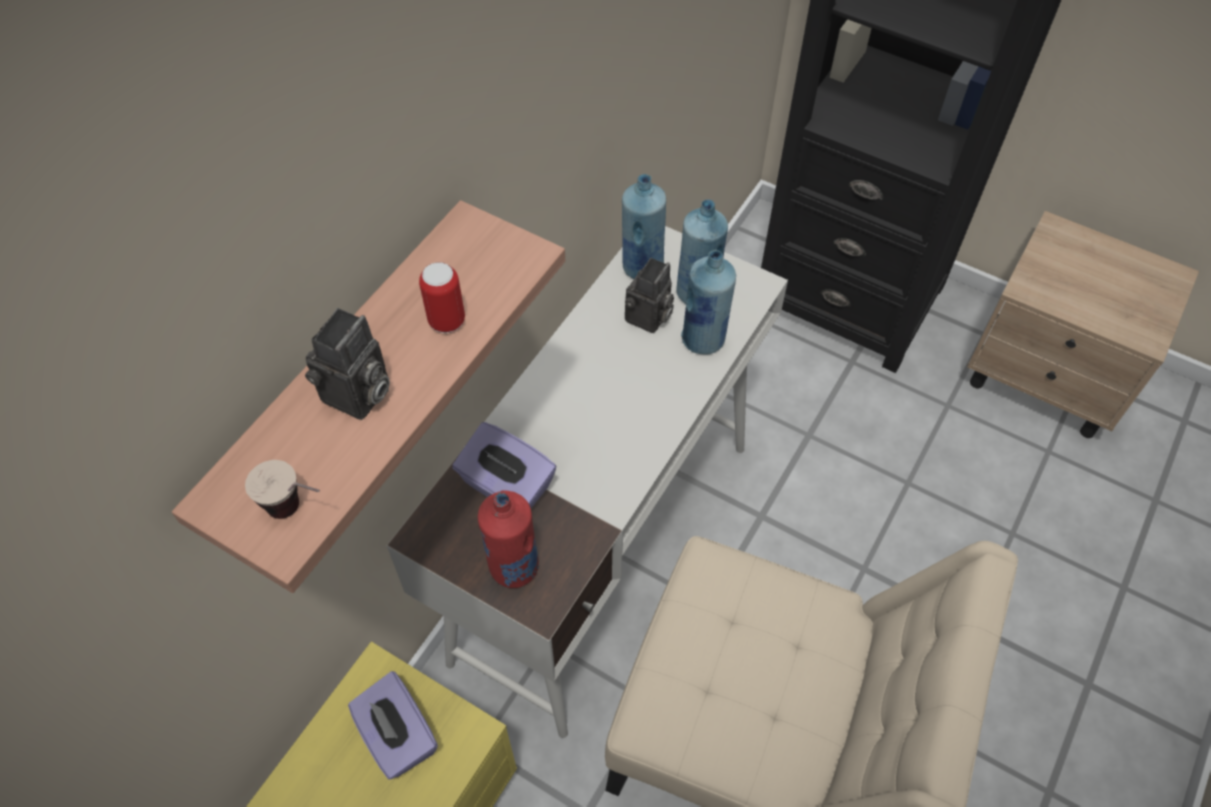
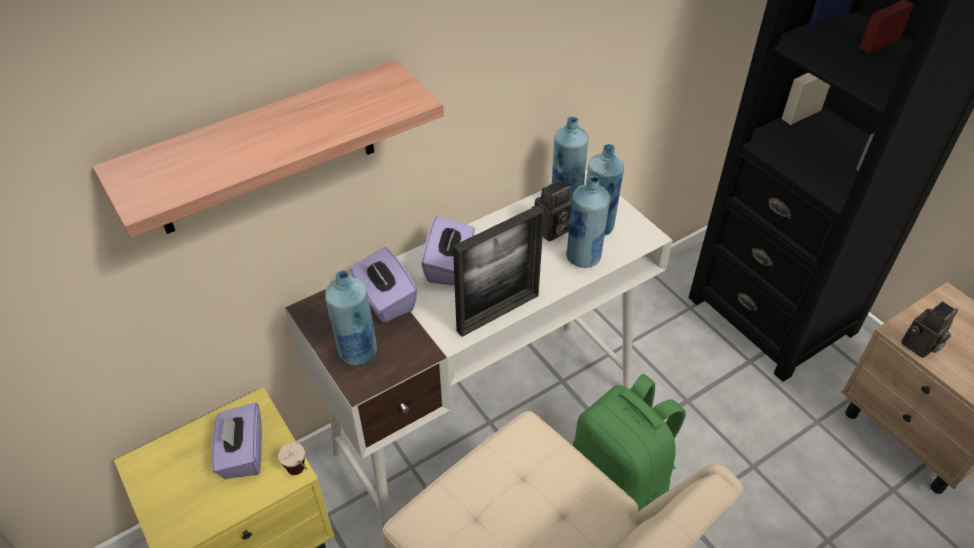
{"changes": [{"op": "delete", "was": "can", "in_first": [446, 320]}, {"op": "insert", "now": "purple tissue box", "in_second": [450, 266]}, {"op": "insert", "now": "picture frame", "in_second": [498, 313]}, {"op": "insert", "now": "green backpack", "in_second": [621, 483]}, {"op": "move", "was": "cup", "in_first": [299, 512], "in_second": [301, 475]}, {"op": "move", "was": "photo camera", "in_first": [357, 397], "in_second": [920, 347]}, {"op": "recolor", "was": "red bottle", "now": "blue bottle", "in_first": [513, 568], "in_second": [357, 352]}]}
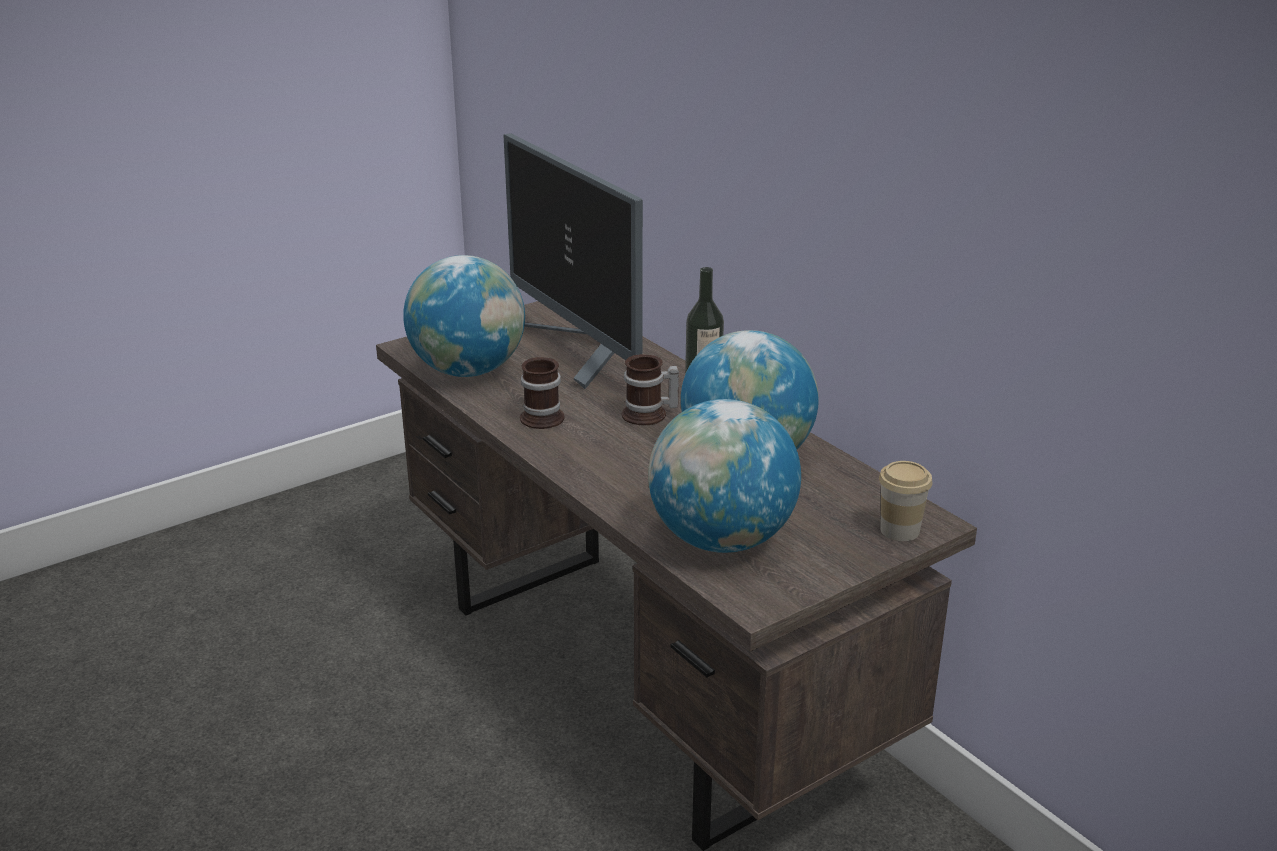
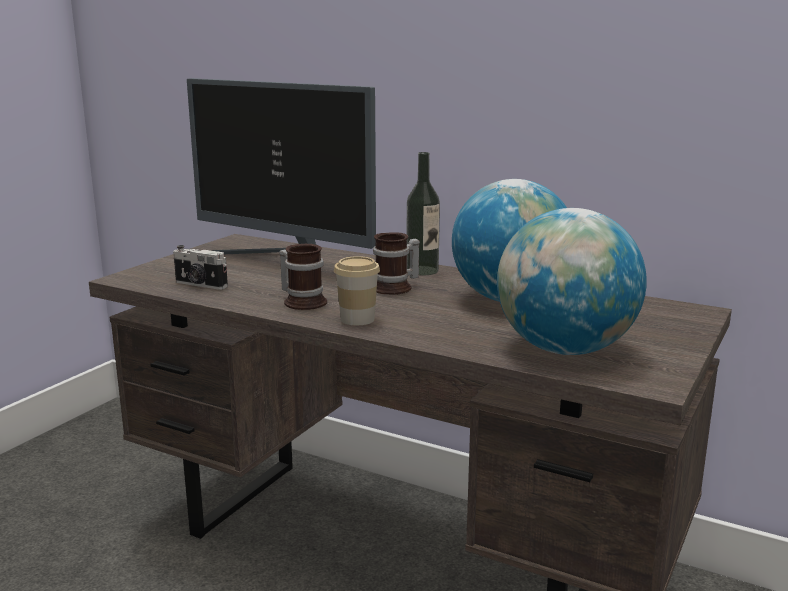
{"changes": [{"op": "move", "was": "cup", "in_first": [899, 530], "in_second": [357, 319]}, {"op": "replace", "was": "globe", "now": "photo camera", "in_first": [468, 371], "in_second": [200, 285]}]}
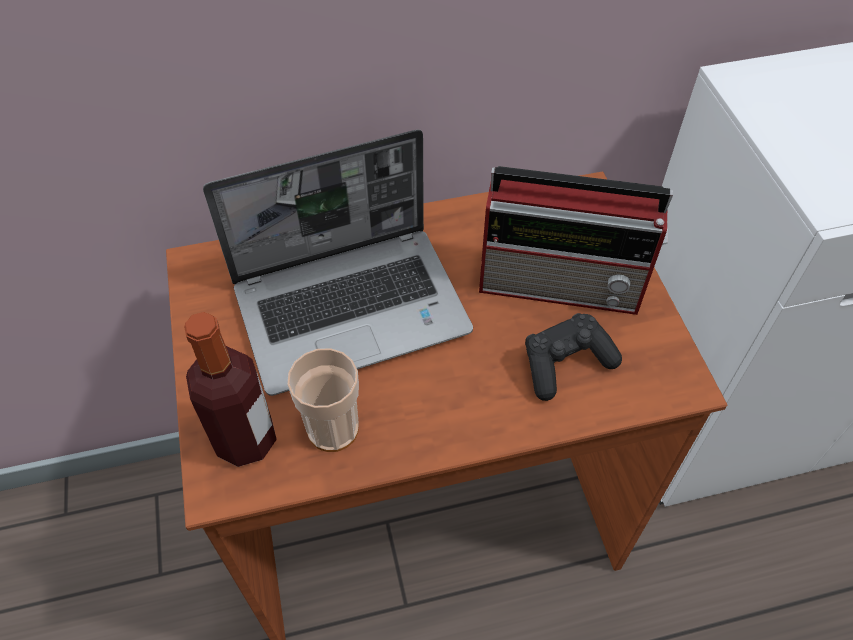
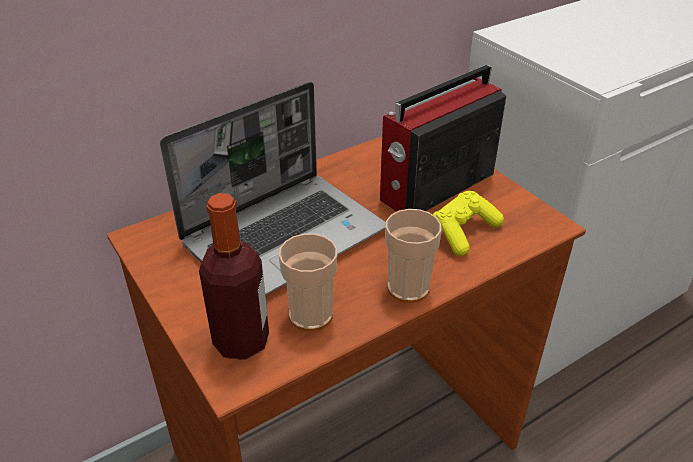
{"changes": [{"op": "insert", "now": "cup", "in_second": [408, 288]}, {"op": "recolor", "was": "black game controller", "now": "yellow game controller", "in_first": [565, 364], "in_second": [463, 232]}, {"op": "rotate", "was": "radio", "in_first": [563, 284], "in_second": [435, 187], "clockwise": 150}]}
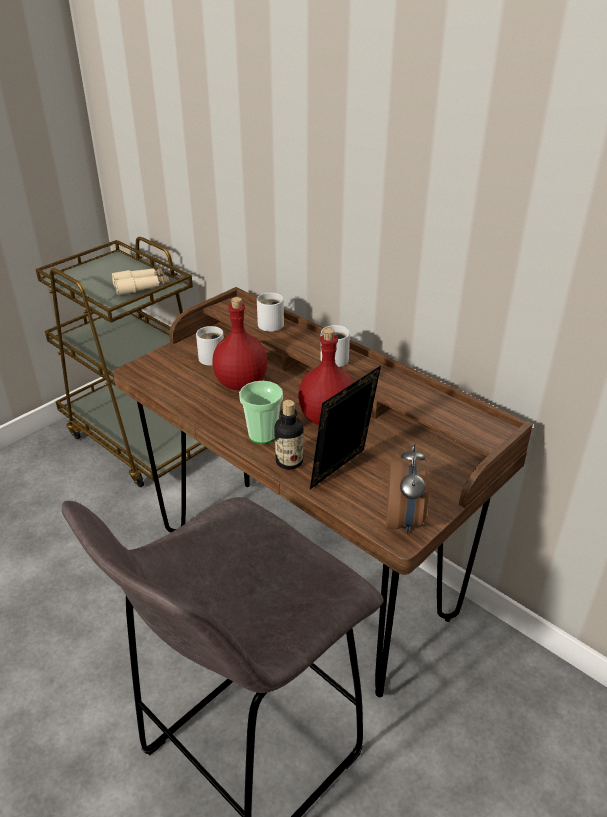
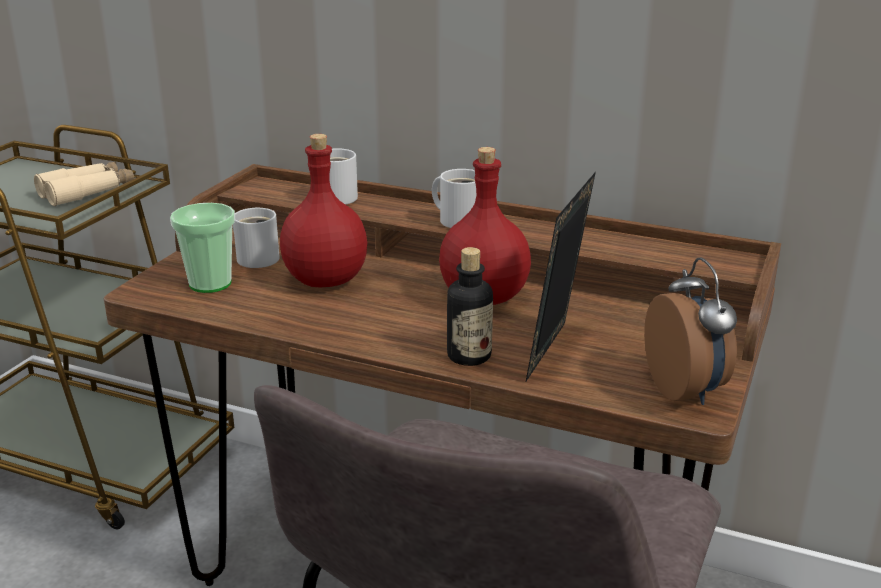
{"changes": [{"op": "move", "was": "cup", "in_first": [262, 435], "in_second": [210, 283]}]}
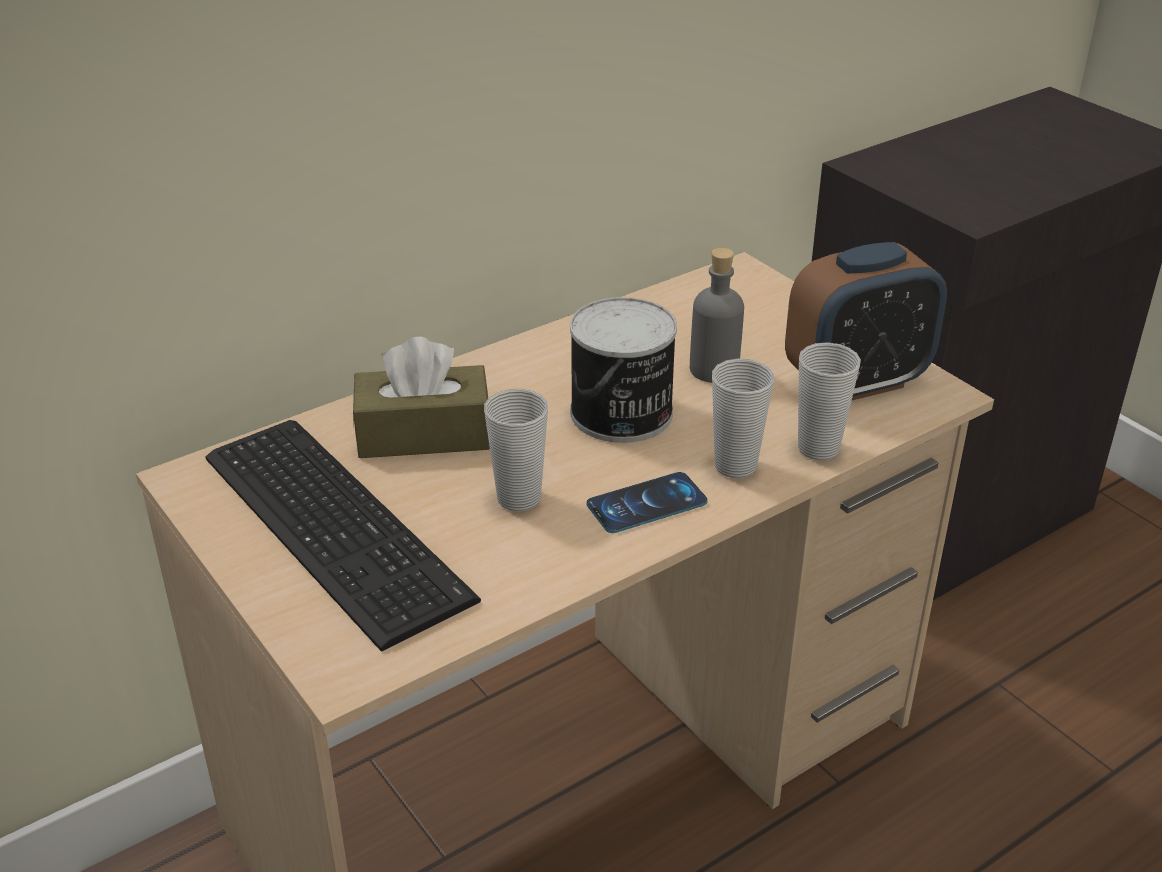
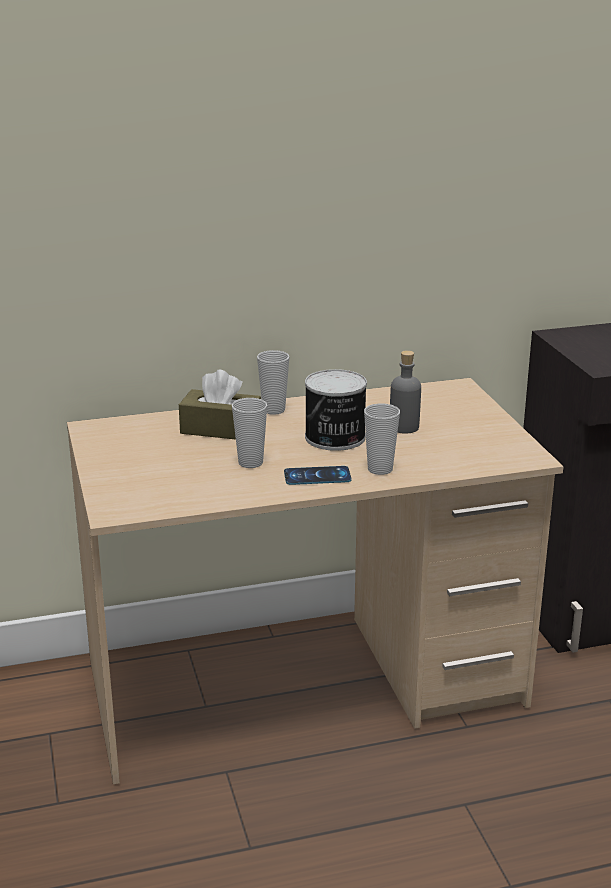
{"changes": [{"op": "delete", "was": "keyboard", "in_first": [338, 521]}, {"op": "delete", "was": "alarm clock", "in_first": [857, 382]}, {"op": "move", "was": "cup", "in_first": [818, 448], "in_second": [273, 410]}]}
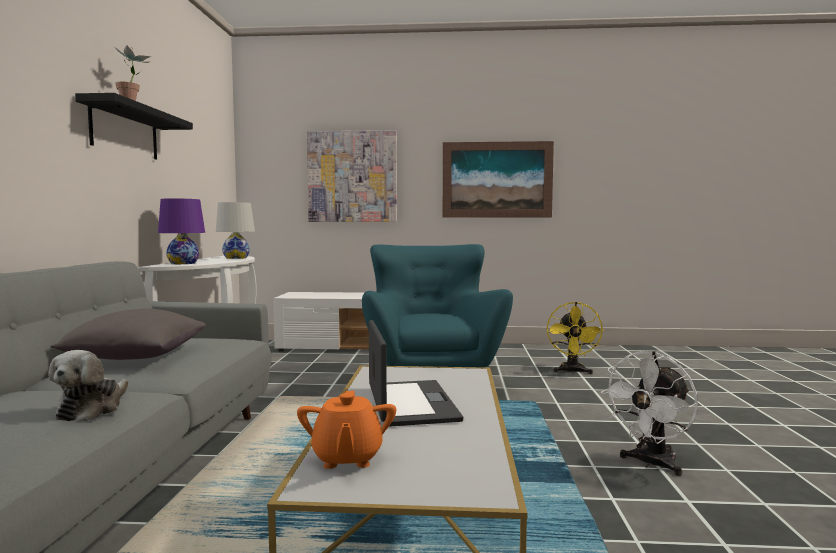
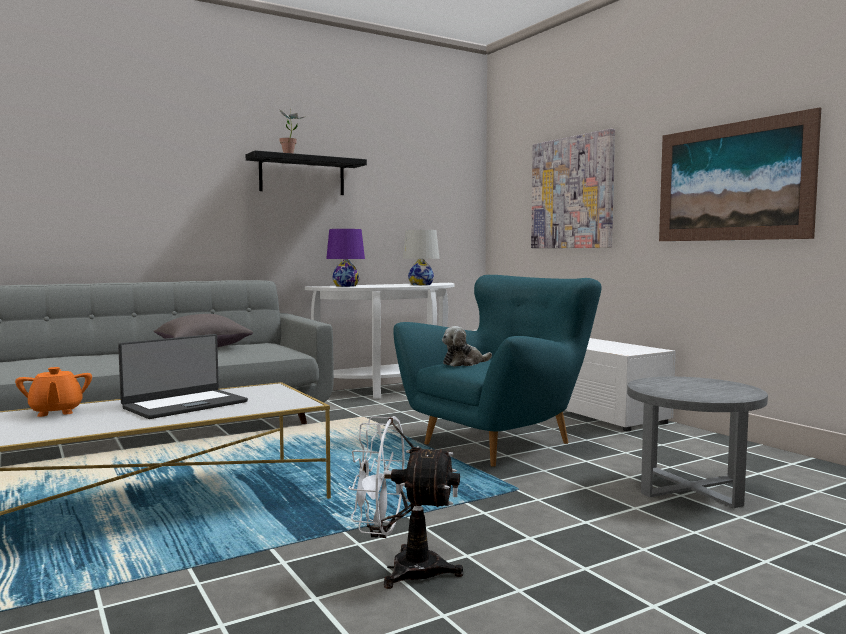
{"changes": [{"op": "move", "was": "plush toy", "in_first": [92, 409], "in_second": [464, 363]}, {"op": "replace", "was": "yellow fan", "now": "grey side table", "in_first": [572, 372], "in_second": [691, 487]}, {"op": "rotate", "was": "orange teapot", "in_first": [347, 458], "in_second": [56, 412], "clockwise": -75}]}
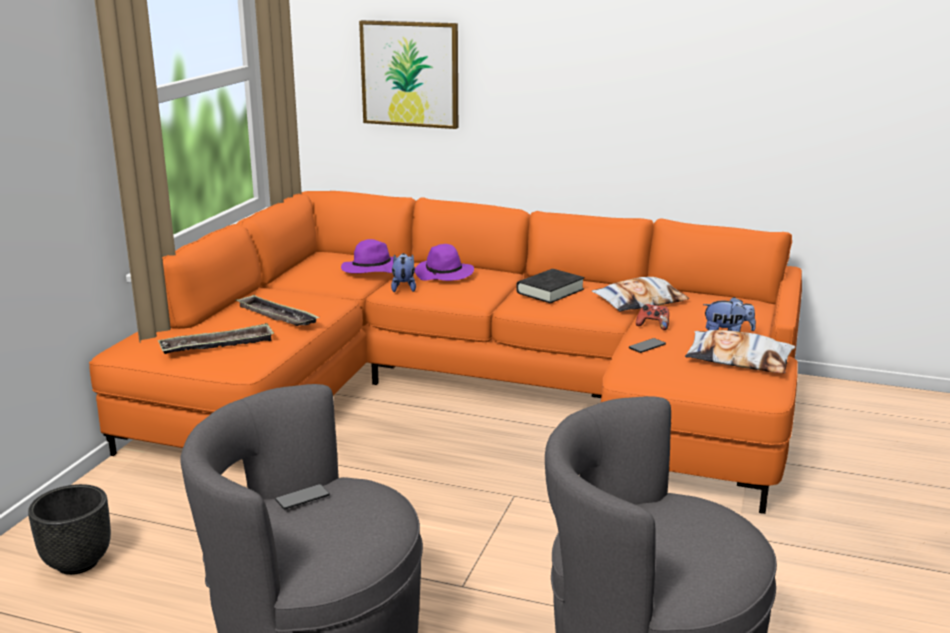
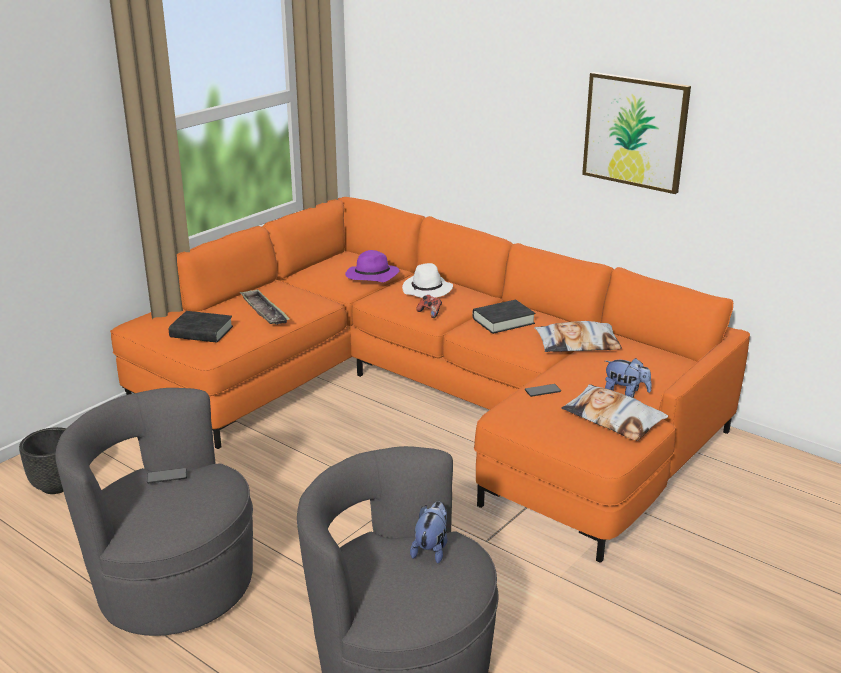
{"changes": [{"op": "move", "was": "picture", "in_first": [410, 74], "in_second": [635, 131]}, {"op": "move", "was": "plush toy", "in_first": [403, 288], "in_second": [431, 549]}, {"op": "move", "was": "game controller", "in_first": [653, 326], "in_second": [430, 313]}, {"op": "replace", "was": "tray", "now": "black book", "in_first": [217, 345], "in_second": [201, 332]}, {"op": "recolor", "was": "purple hat", "now": "white hat", "in_first": [444, 274], "in_second": [427, 290]}]}
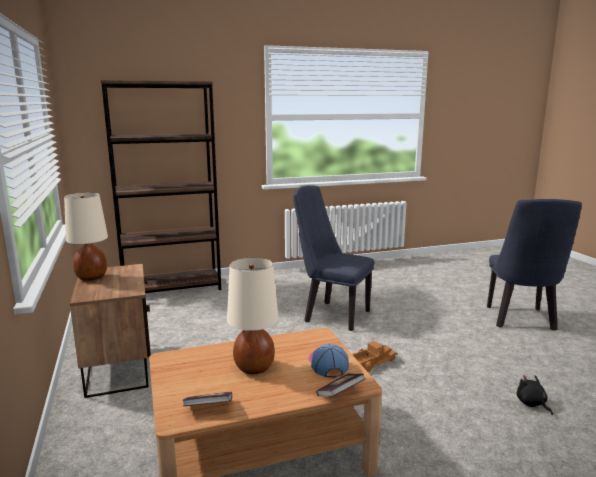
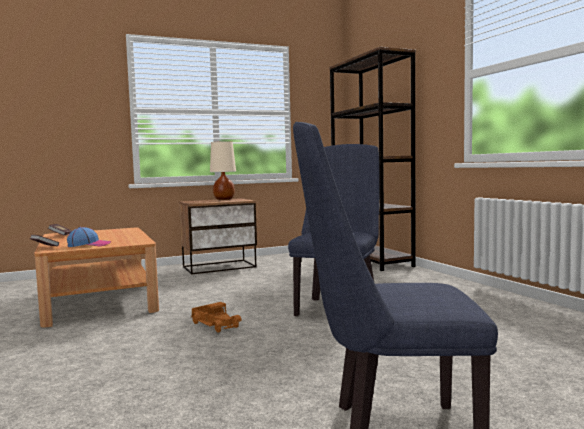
{"changes": [{"op": "delete", "was": "beige table lamp", "in_first": [254, 367]}, {"op": "delete", "was": "black plush toy", "in_first": [532, 404]}]}
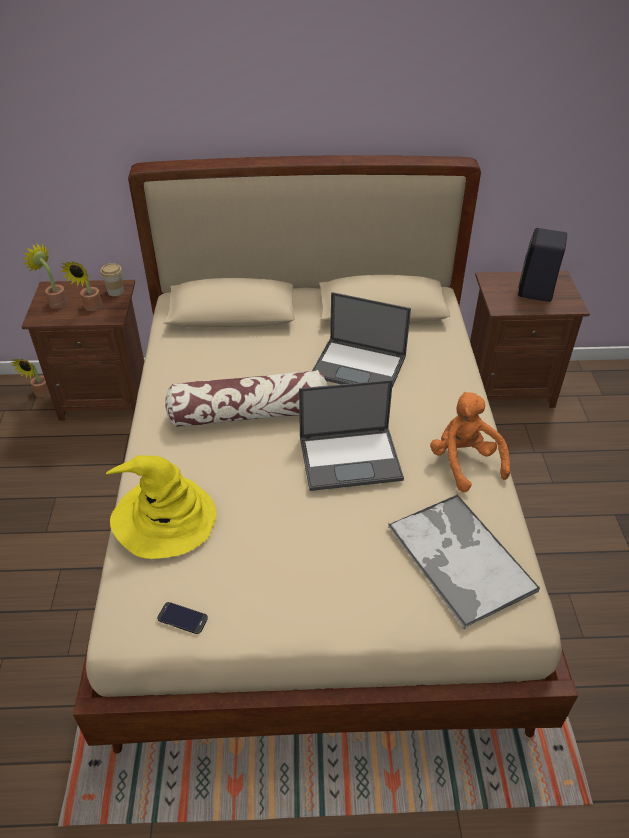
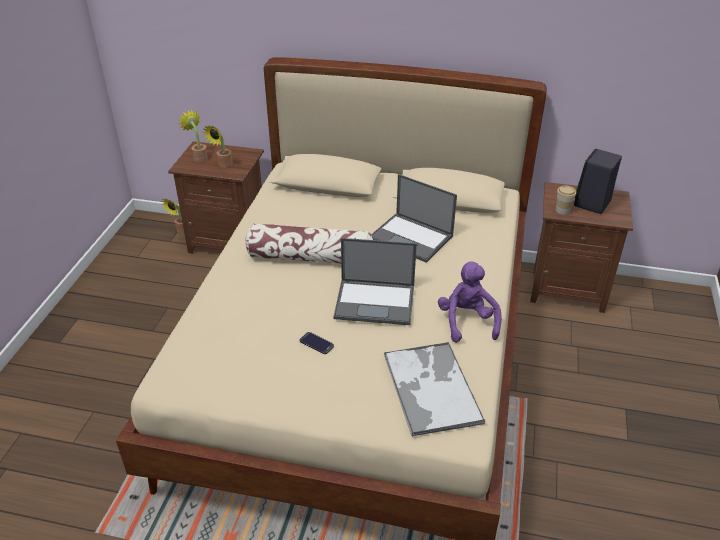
{"changes": [{"op": "delete", "was": "yellow hat", "in_first": [164, 518]}, {"op": "move", "was": "cup", "in_first": [115, 291], "in_second": [562, 210]}, {"op": "move", "was": "phone", "in_first": [182, 618], "in_second": [316, 343]}, {"op": "recolor", "was": "orange plush toy", "now": "purple plush toy", "in_first": [464, 462], "in_second": [467, 321]}]}
